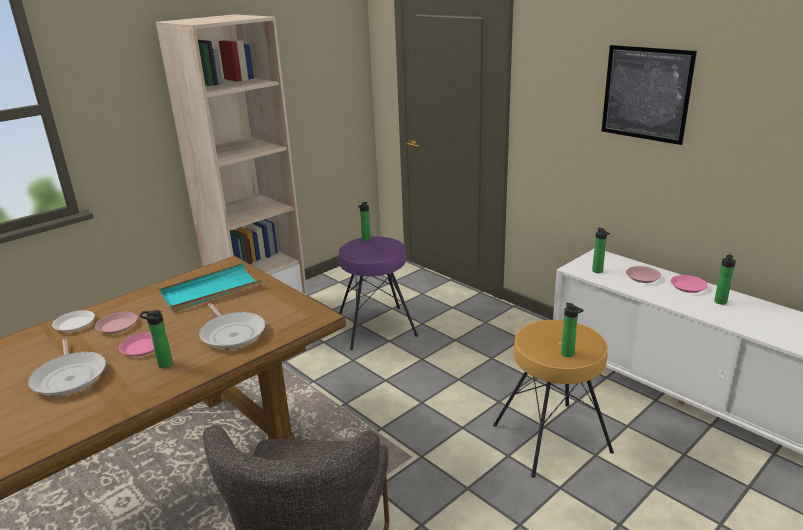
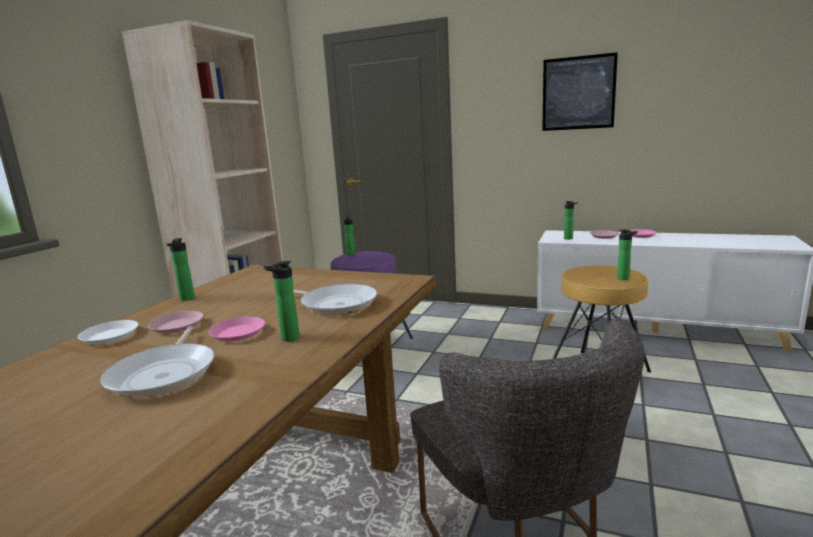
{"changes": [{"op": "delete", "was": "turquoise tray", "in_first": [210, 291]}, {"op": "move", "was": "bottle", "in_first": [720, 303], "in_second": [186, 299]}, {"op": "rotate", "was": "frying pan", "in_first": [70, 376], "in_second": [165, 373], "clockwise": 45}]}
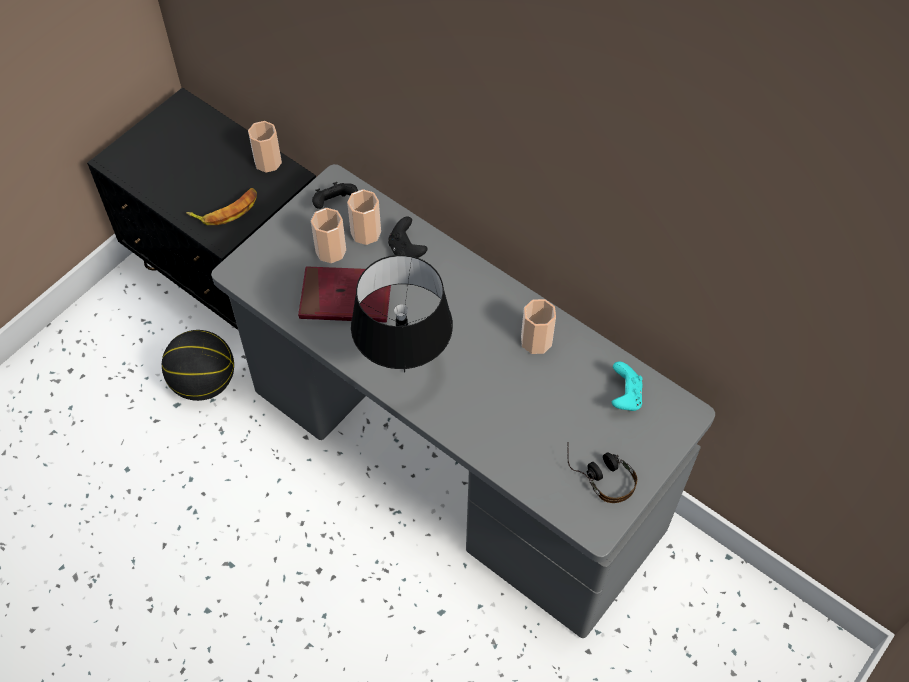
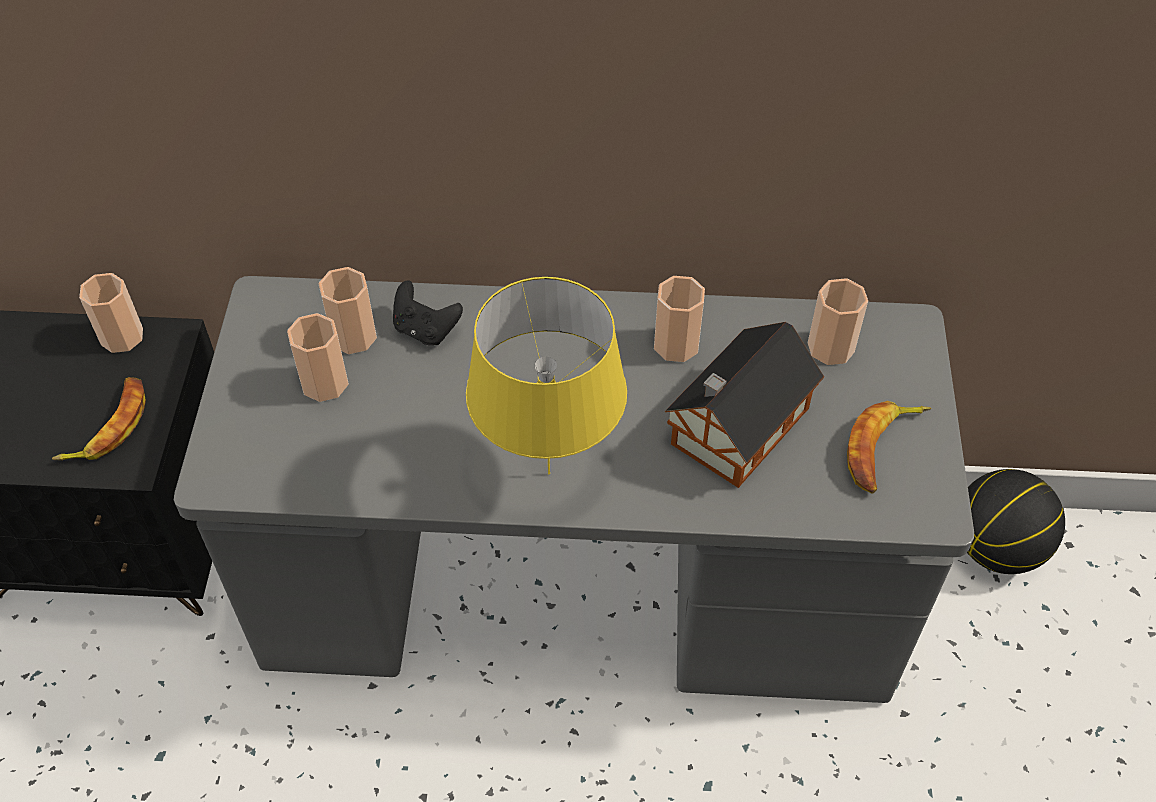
{"changes": [{"op": "delete", "was": "red book", "in_first": [346, 298]}, {"op": "delete", "was": "black game controller", "in_first": [334, 203]}, {"op": "insert", "now": "toy house", "in_second": [735, 429]}, {"op": "move", "was": "basketball", "in_first": [204, 382], "in_second": [995, 547]}, {"op": "replace", "was": "headphones", "now": "banana", "in_first": [599, 473], "in_second": [882, 449]}, {"op": "replace", "was": "turquoise game controller", "now": "cup", "in_first": [625, 396], "in_second": [830, 347]}, {"op": "recolor", "was": "black table lamp", "now": "yellow table lamp", "in_first": [403, 373], "in_second": [549, 475]}]}
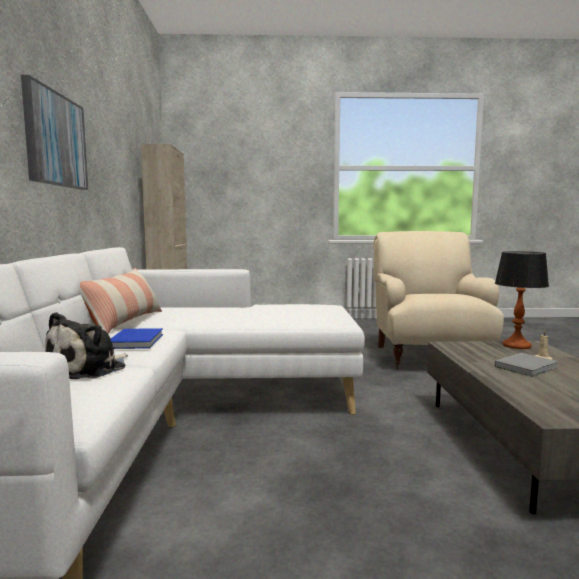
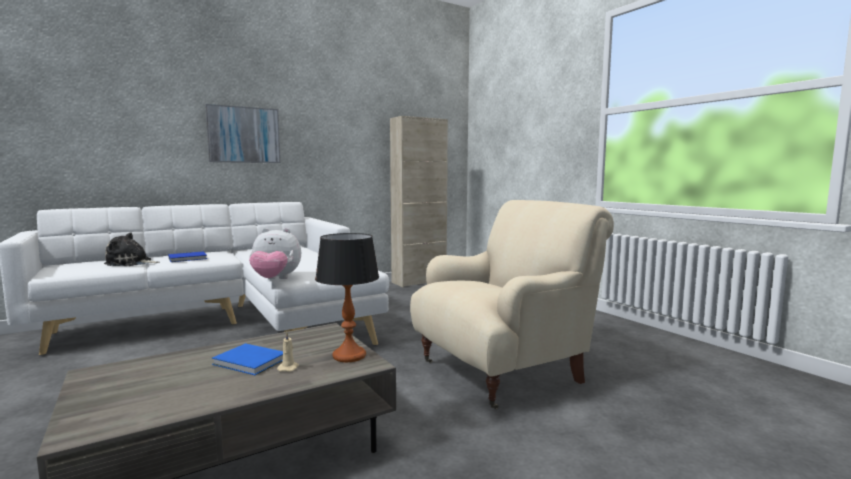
{"changes": [{"op": "delete", "was": "pillow", "in_first": [124, 322]}, {"op": "insert", "now": "plush toy", "in_second": [275, 280]}, {"op": "recolor", "was": "grey book", "now": "blue book", "in_first": [527, 367], "in_second": [250, 362]}]}
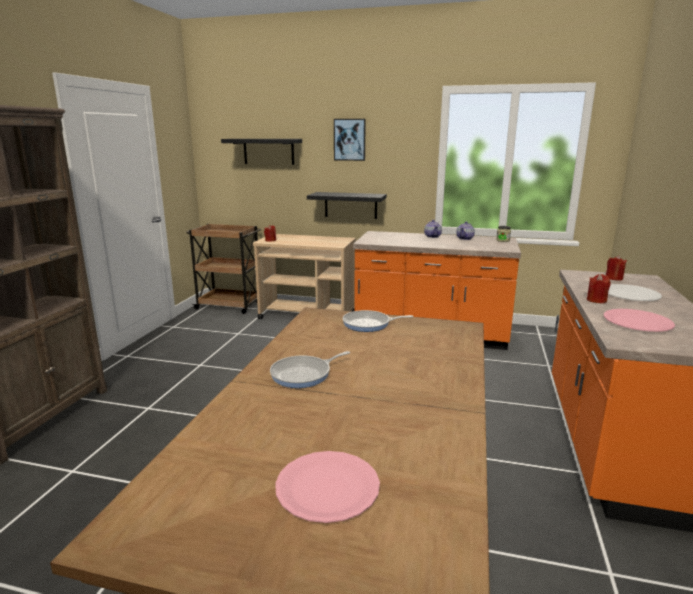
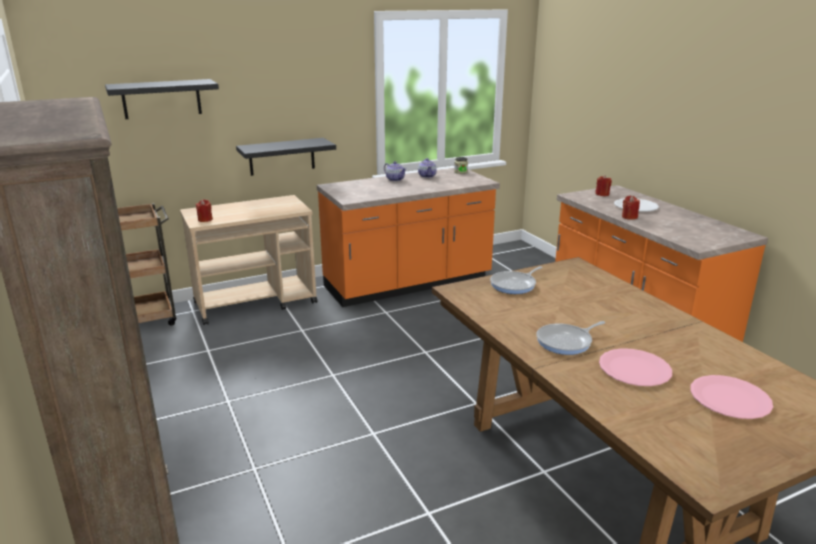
{"changes": [{"op": "delete", "was": "picture", "in_first": [349, 139]}, {"op": "move", "was": "pink plate", "in_first": [637, 322], "in_second": [634, 369]}, {"op": "rotate", "was": "frying pan", "in_first": [304, 374], "in_second": [566, 342], "clockwise": 45}]}
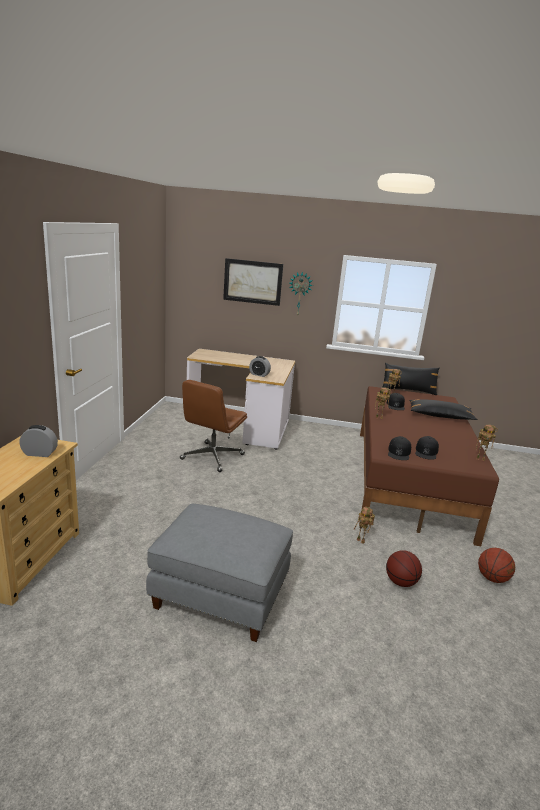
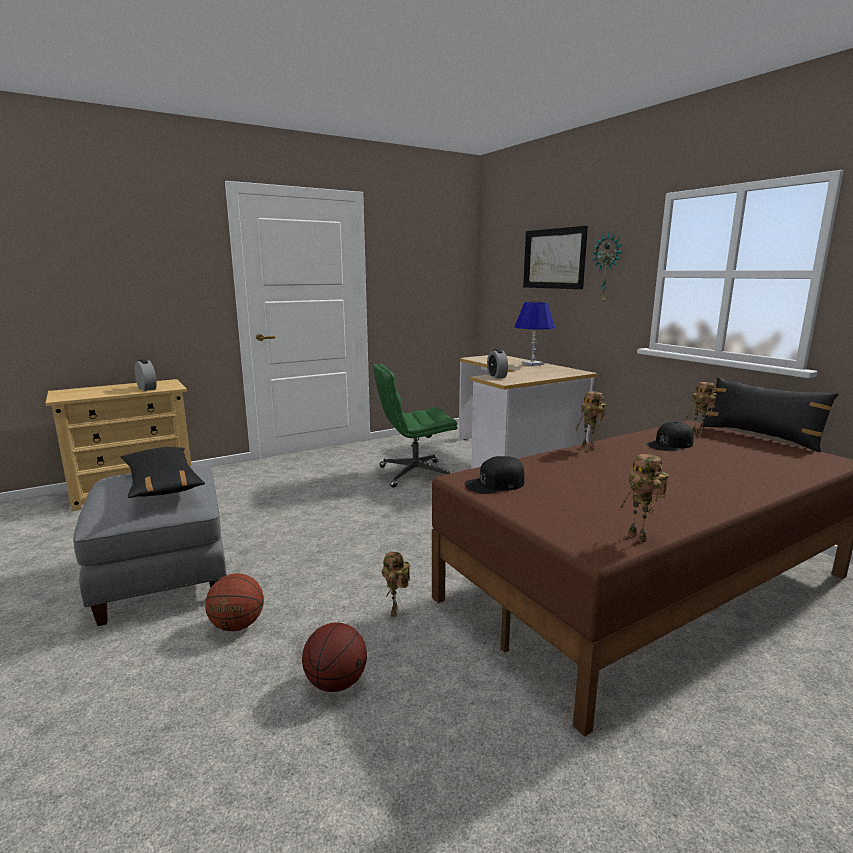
{"changes": [{"op": "delete", "was": "black cap", "in_first": [426, 452]}, {"op": "insert", "now": "blue table lamp", "in_second": [532, 364]}, {"op": "move", "was": "black pillow", "in_first": [440, 416], "in_second": [162, 483]}, {"op": "move", "was": "basketball", "in_first": [492, 578], "in_second": [237, 626]}, {"op": "recolor", "was": "brown office chair", "now": "green office chair", "in_first": [212, 457], "in_second": [414, 474]}]}
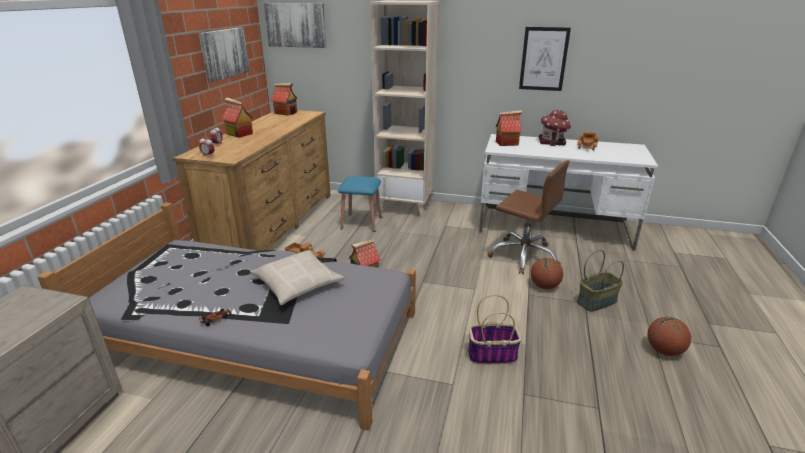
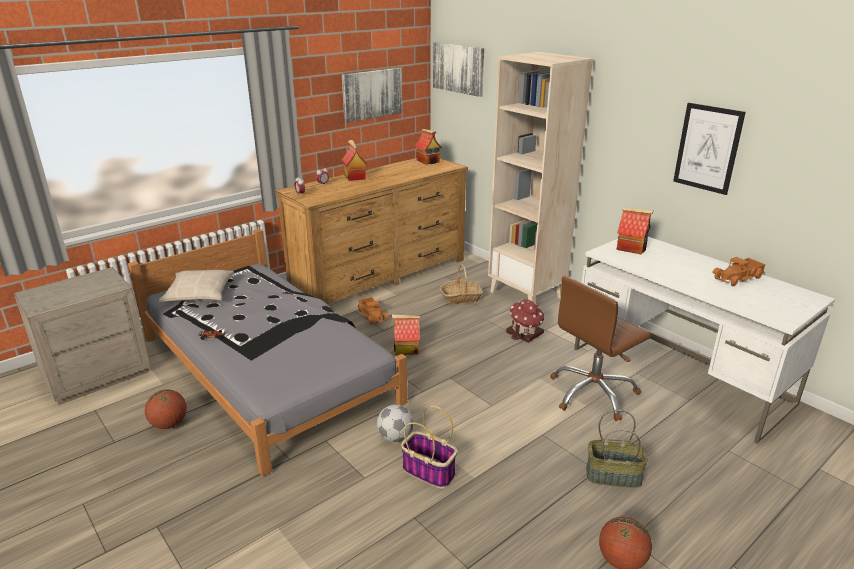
{"changes": [{"op": "insert", "now": "football", "in_second": [395, 437]}, {"op": "move", "was": "beige pillow", "in_first": [297, 284], "in_second": [199, 294]}, {"op": "move", "was": "basketball", "in_first": [544, 286], "in_second": [169, 424]}, {"op": "move", "was": "toy house", "in_first": [552, 142], "in_second": [525, 333]}, {"op": "replace", "was": "blue stool", "now": "basket", "in_first": [361, 222], "in_second": [461, 298]}, {"op": "rotate", "was": "brown office chair", "in_first": [524, 256], "in_second": [593, 393], "clockwise": 75}]}
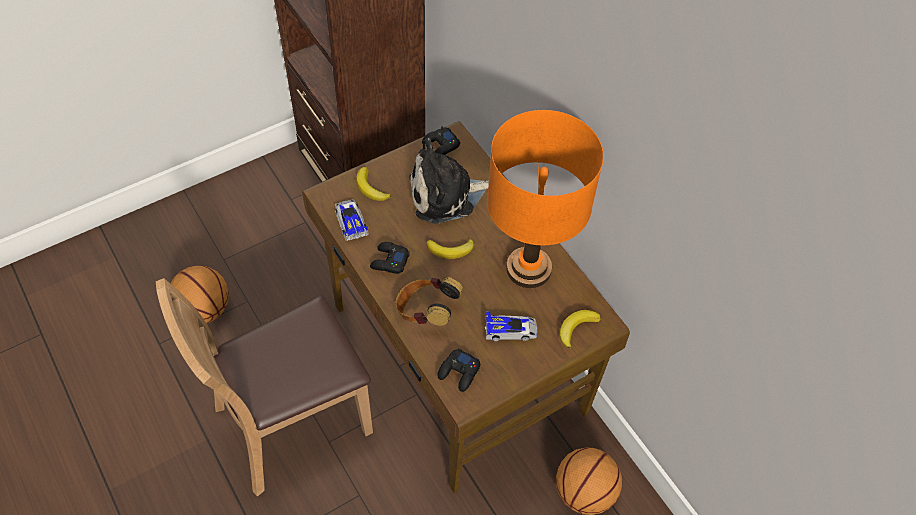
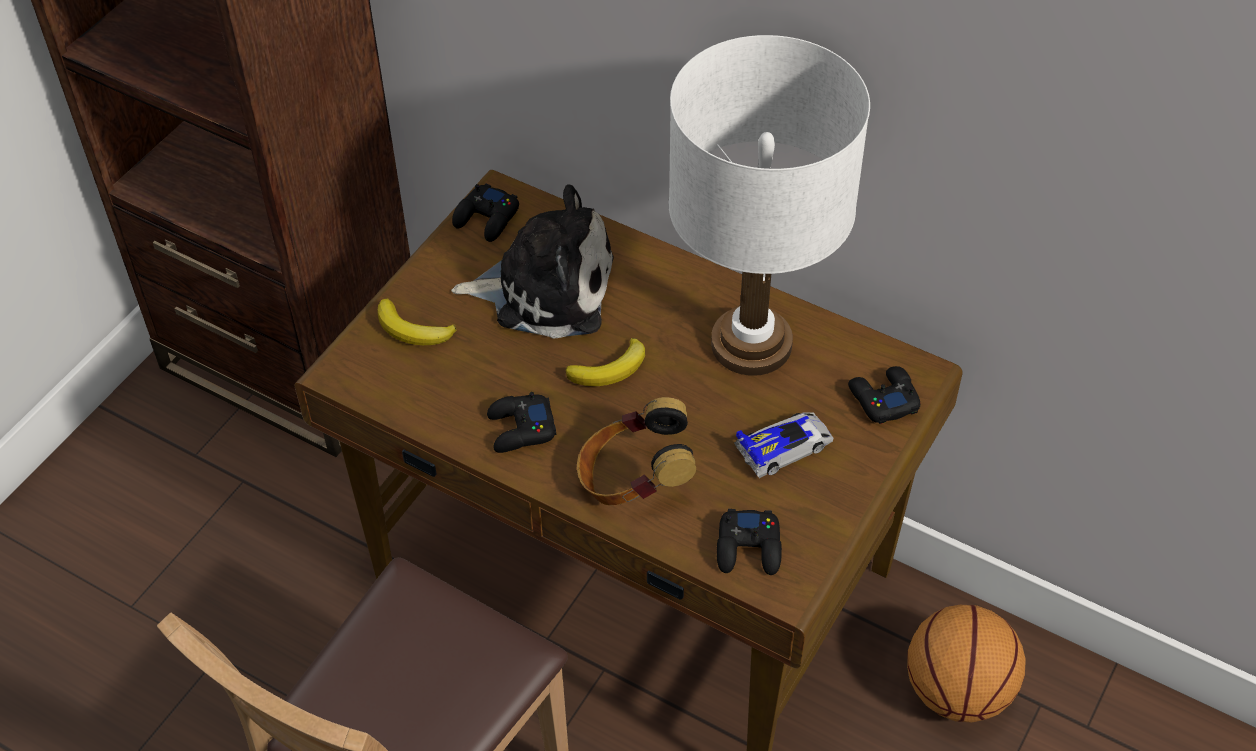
{"changes": [{"op": "delete", "was": "basketball", "in_first": [204, 310]}, {"op": "delete", "was": "toy car", "in_first": [350, 221]}, {"op": "replace", "was": "banana", "now": "black game controller", "in_first": [576, 328], "in_second": [883, 399]}, {"op": "recolor", "was": "orange table lamp", "now": "white table lamp", "in_first": [528, 269], "in_second": [750, 344]}, {"op": "rotate", "was": "plush toy", "in_first": [446, 195], "in_second": [546, 288], "clockwise": -135}]}
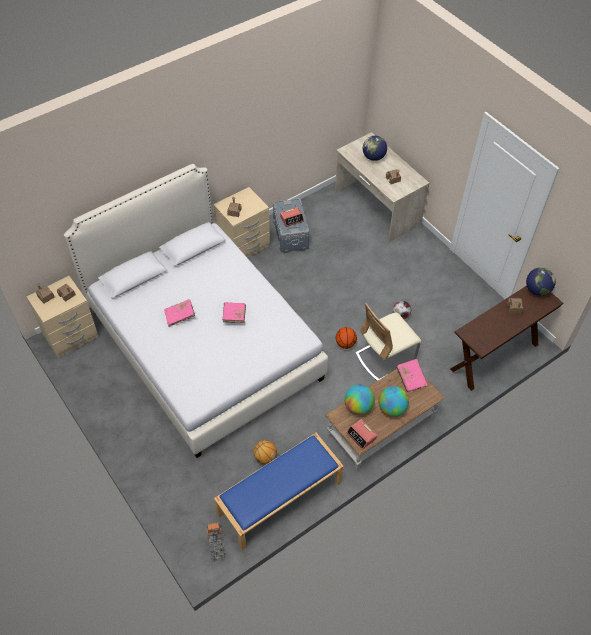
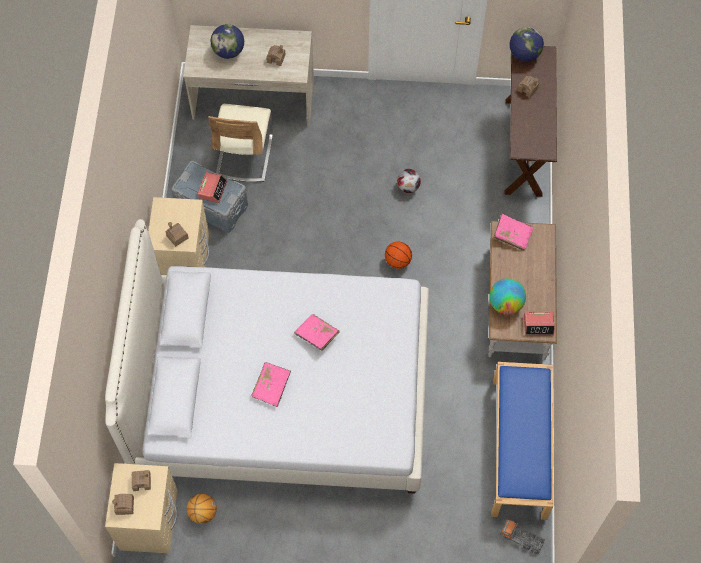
{"changes": [{"op": "delete", "was": "globe", "in_first": [392, 408]}, {"op": "move", "was": "basketball", "in_first": [265, 457], "in_second": [202, 512]}, {"op": "move", "was": "beige chair", "in_first": [385, 357], "in_second": [244, 155]}]}
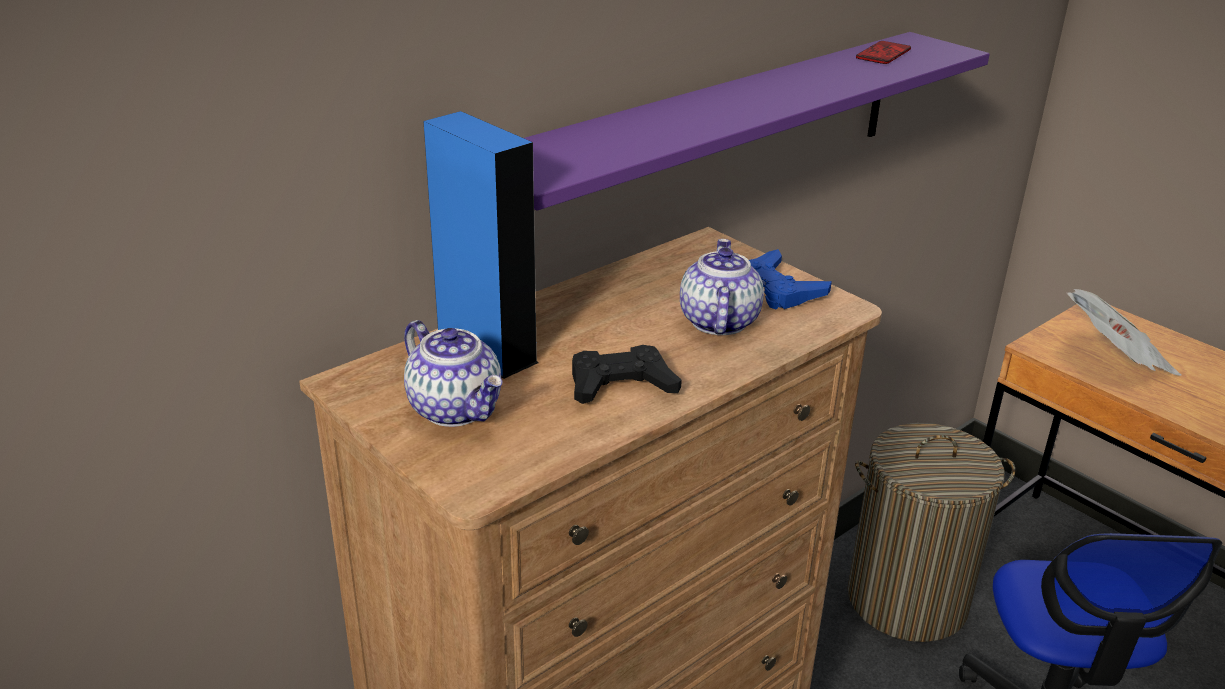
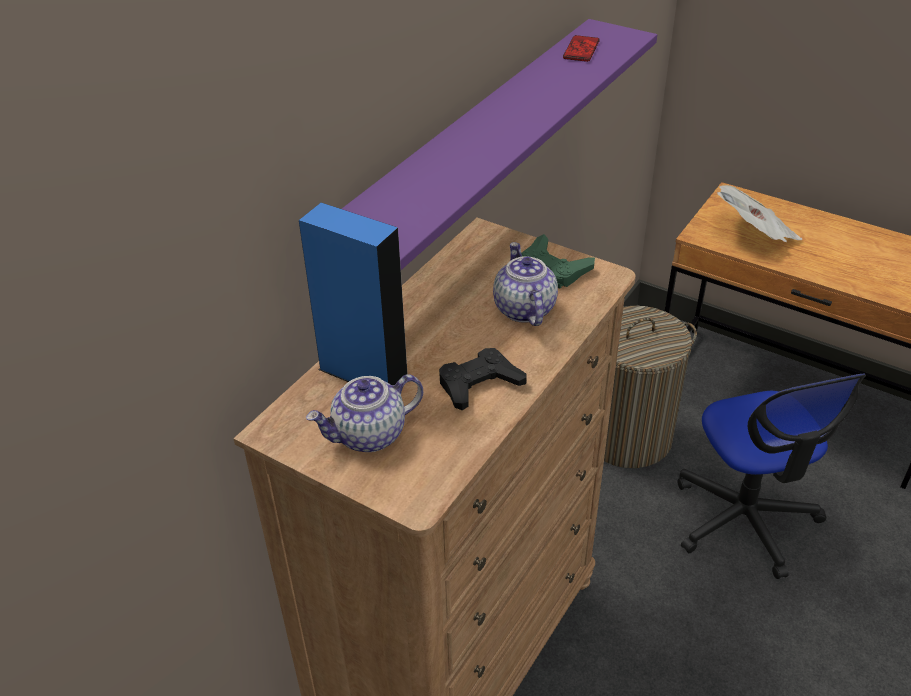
{"changes": [{"op": "recolor", "was": "blue game controller", "now": "green game controller", "in_first": [776, 288], "in_second": [552, 268]}, {"op": "rotate", "was": "teapot", "in_first": [456, 409], "in_second": [369, 435], "clockwise": 120}]}
